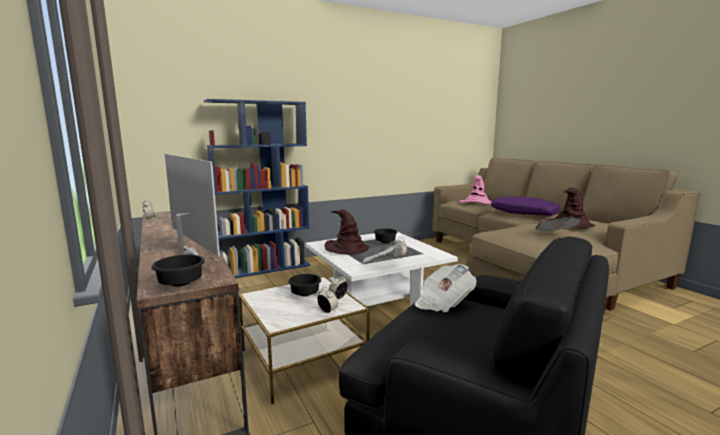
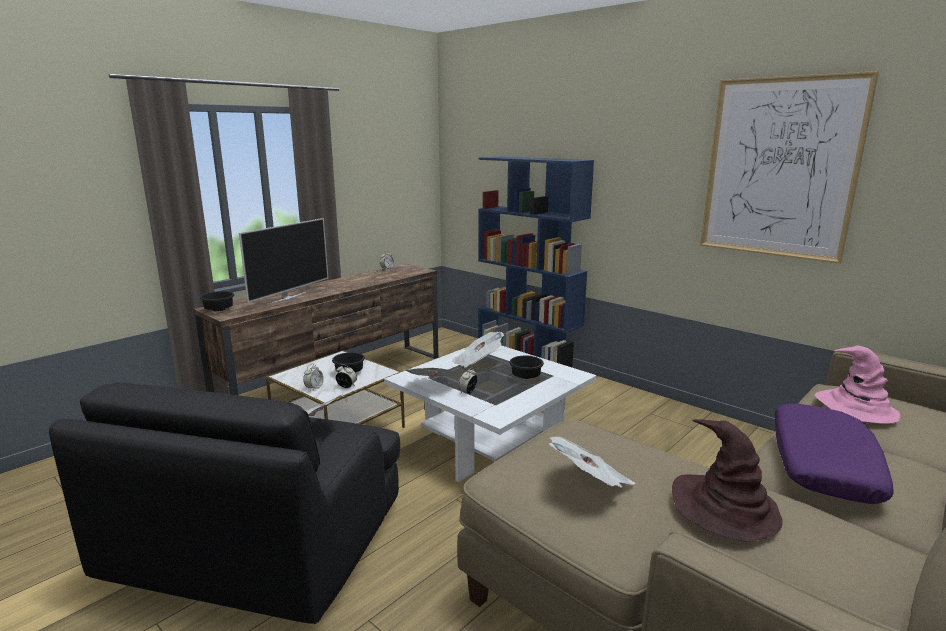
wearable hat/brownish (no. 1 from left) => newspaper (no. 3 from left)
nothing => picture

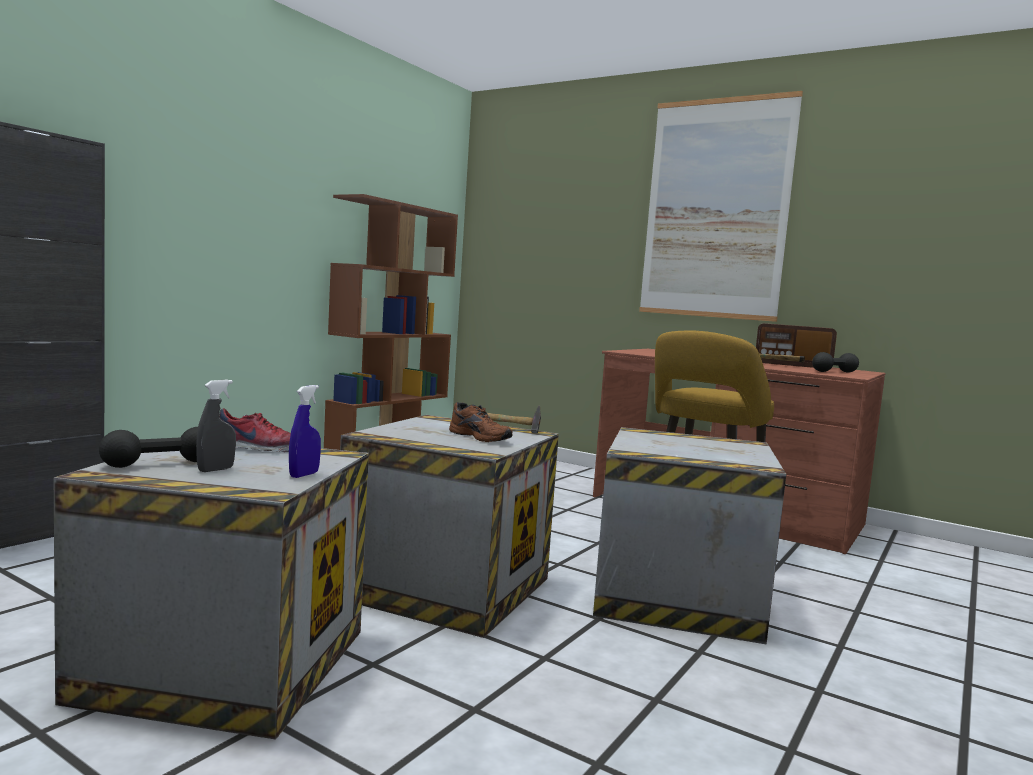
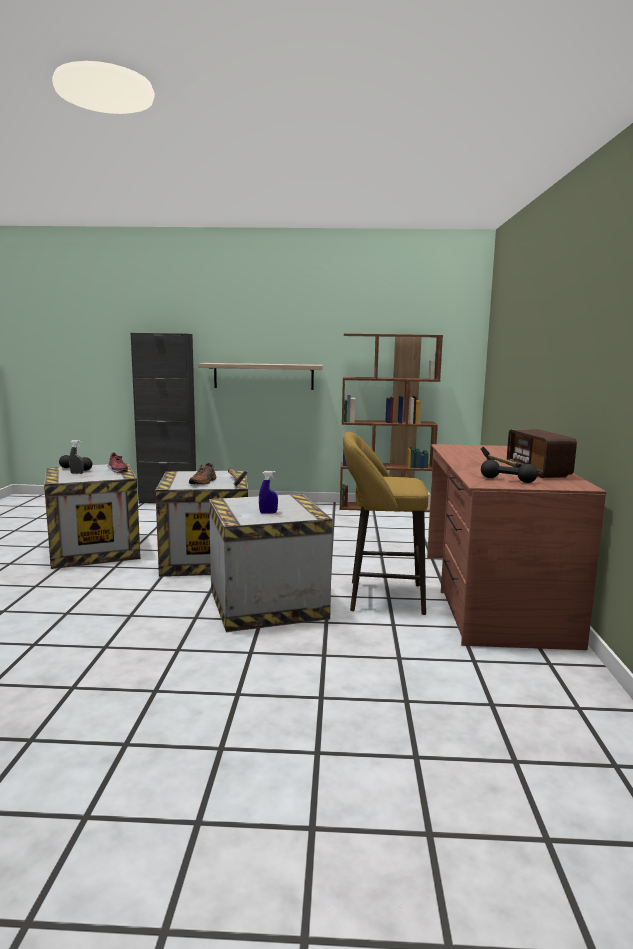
hand sprayer/blue-coloured, relocated
picture => nothing
nothing => wall shelf

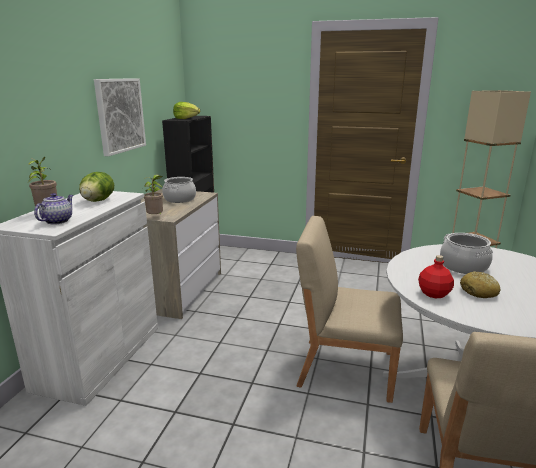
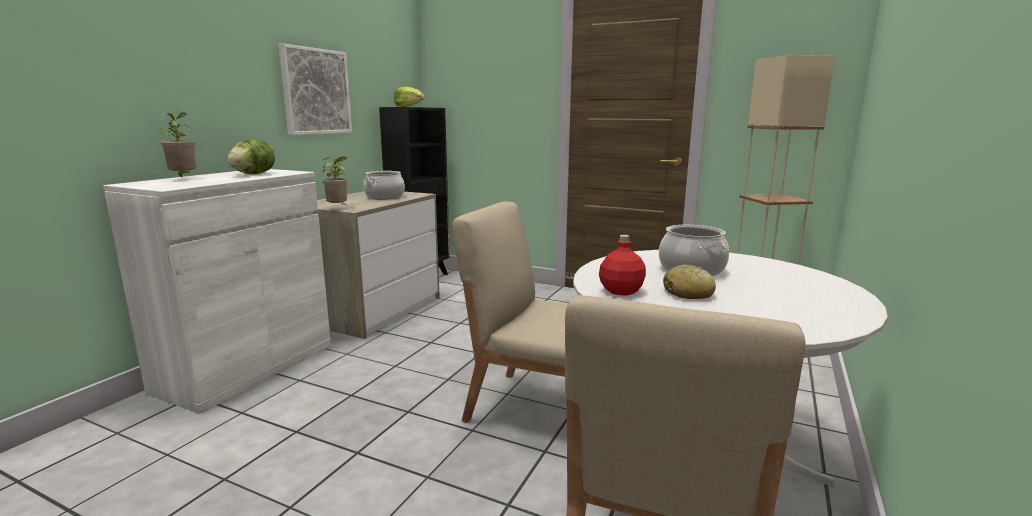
pot for tea => nothing

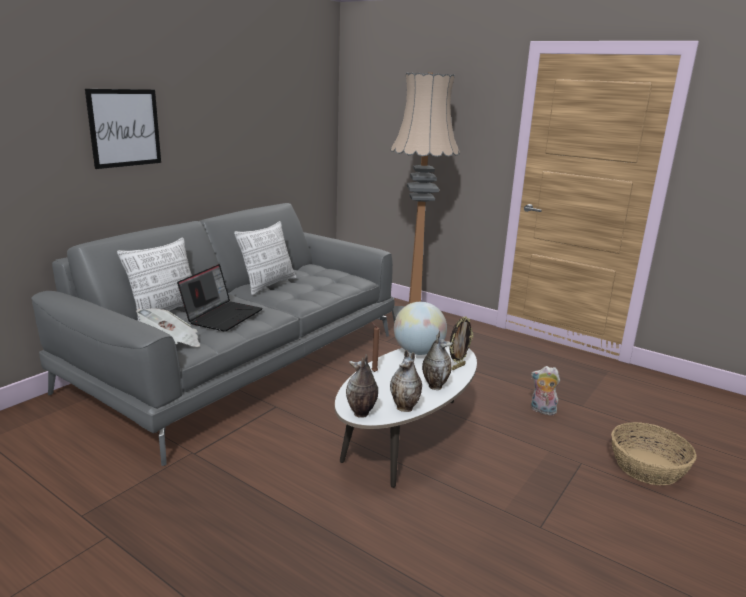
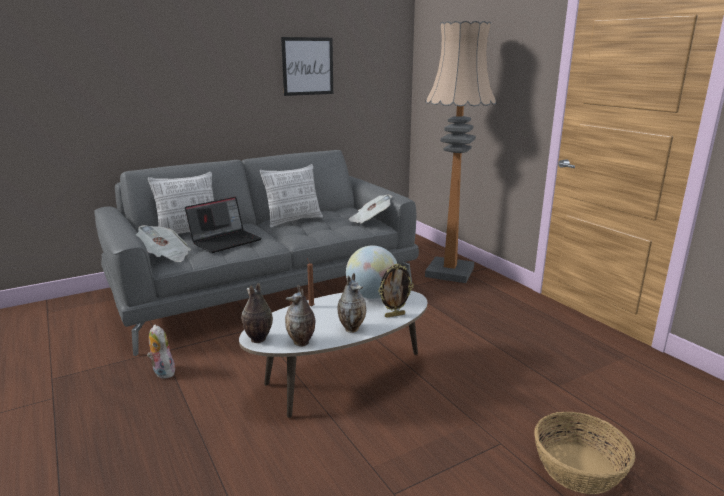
picture, relocated
soft toy, relocated
nothing => newspaper (no. 2 from left)

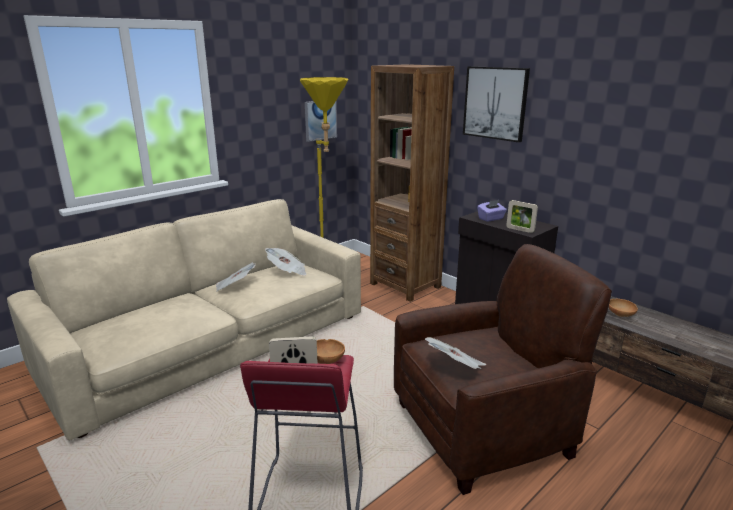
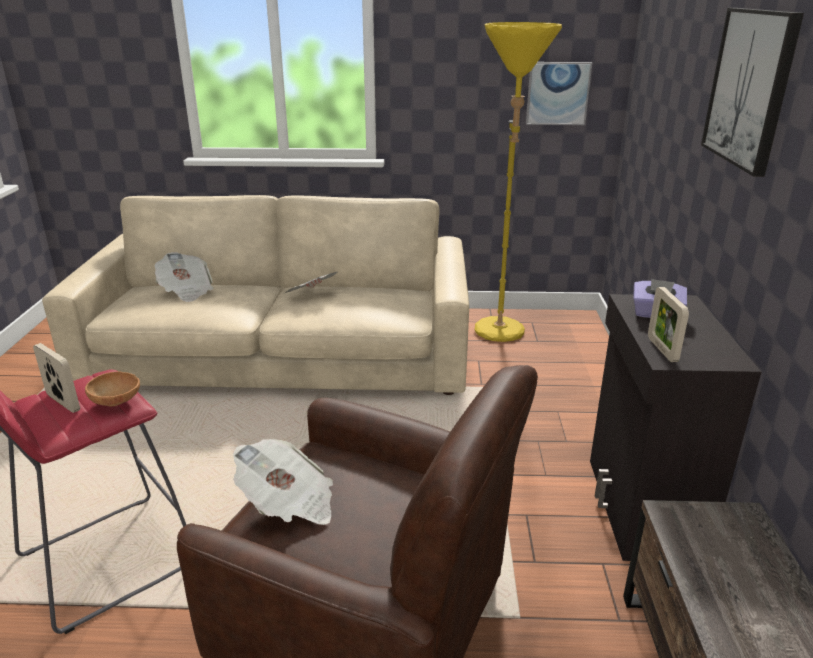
newspaper (no. 2 from left in the first image) => newspaper (no. 1 from left), relocated
bookshelf/brownish => nothing
deep dish/brownish (no. 2 from left) => nothing

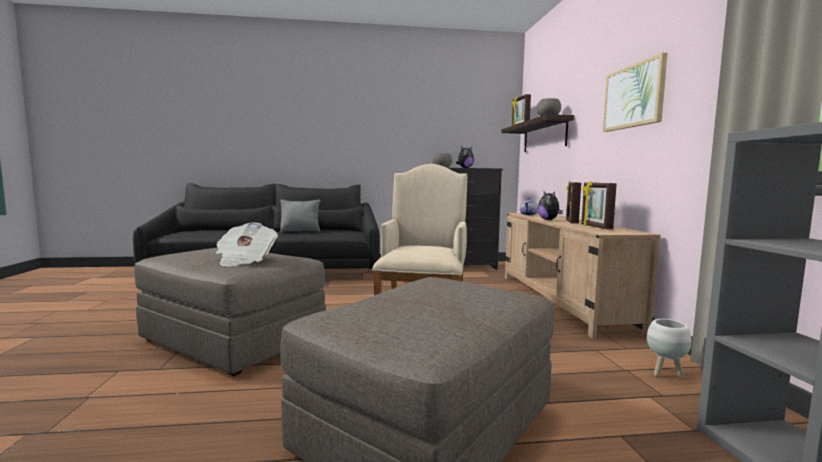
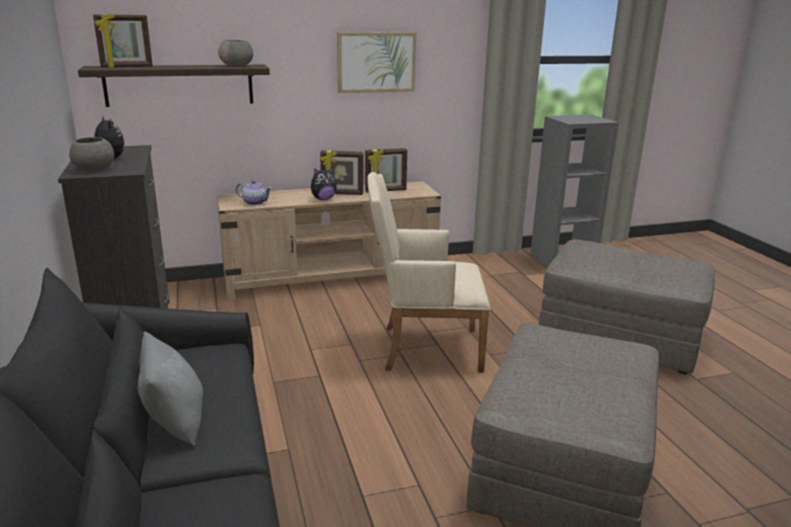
newspaper => nothing
plant pot/white => nothing

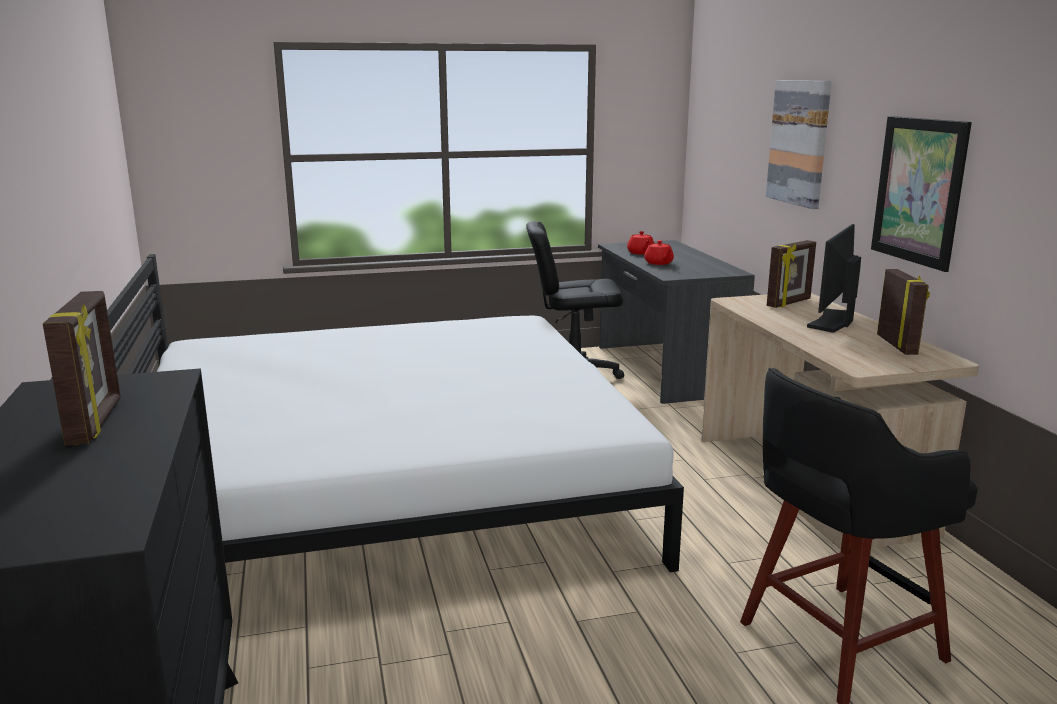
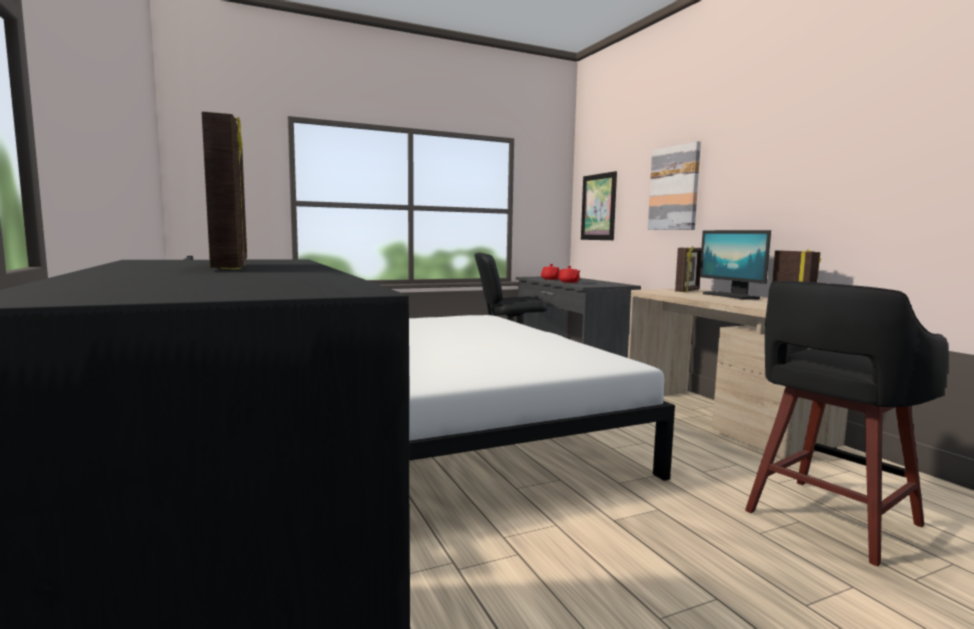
computer display, 45 degrees counterclockwise
picture (no. 2 from left in the first image) => picture (no. 1 from left), relocated

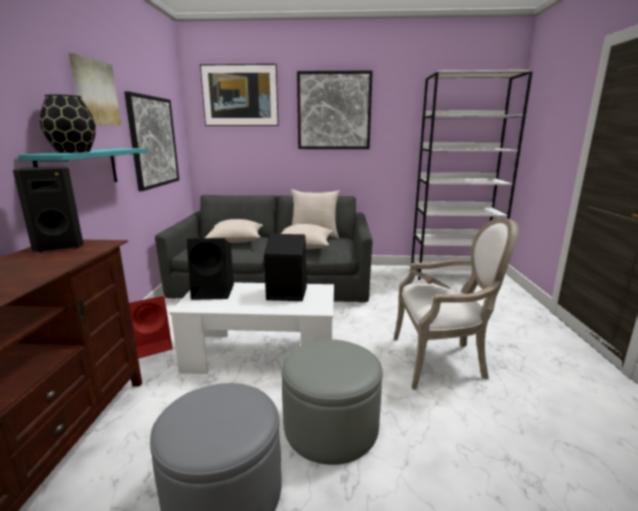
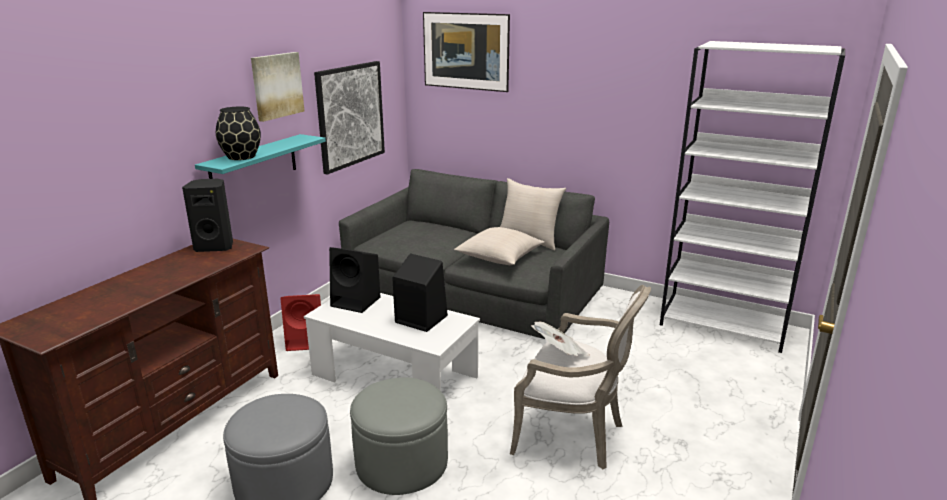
pillow/beige-coloured (no. 1 from left) => nothing
picture (no. 4 from left) => nothing

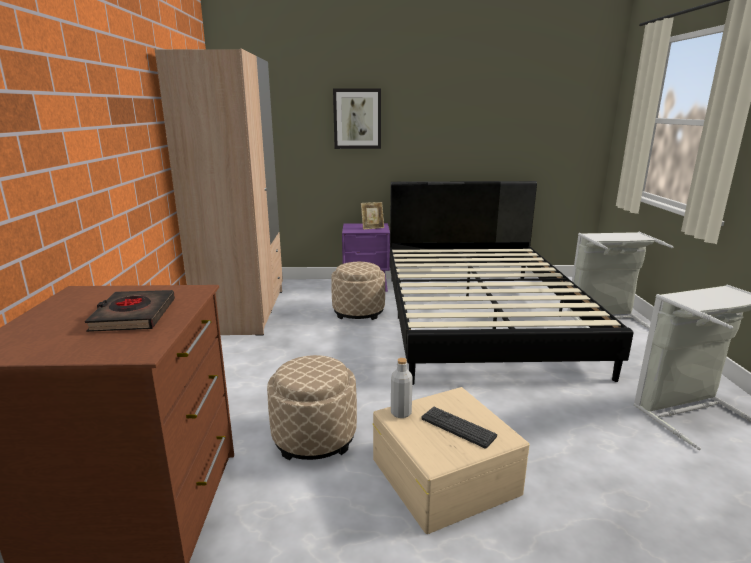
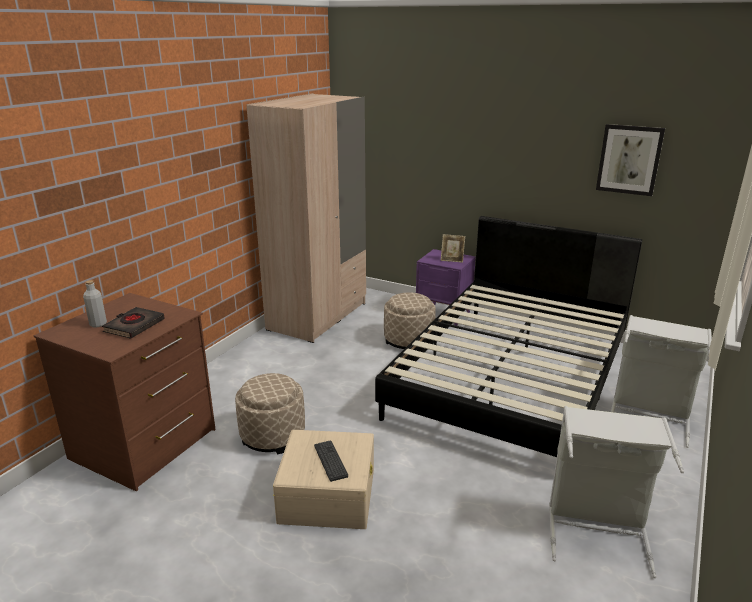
picture, relocated
drink bottle/gray, relocated

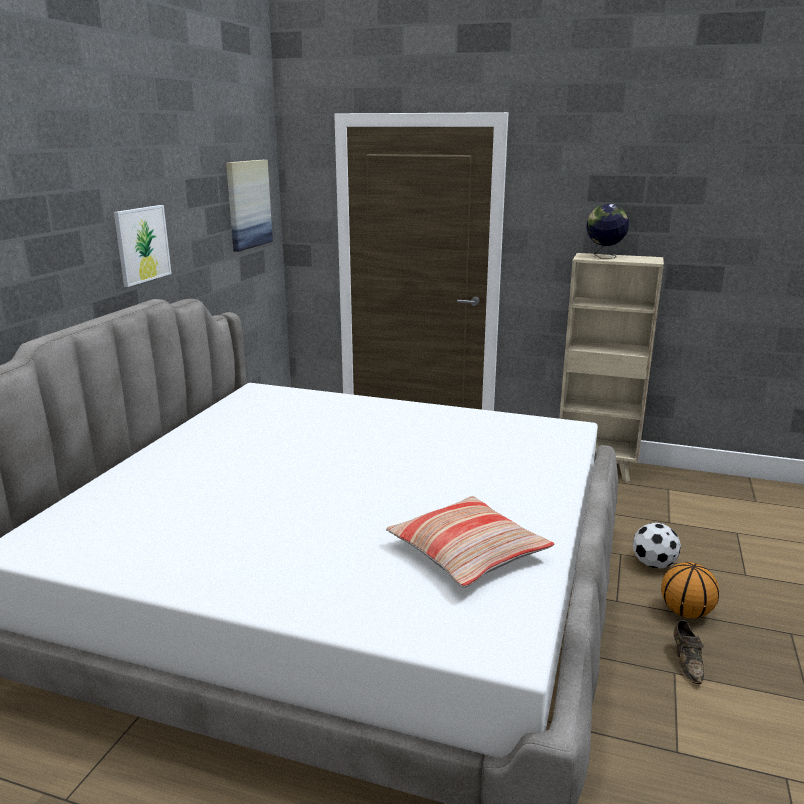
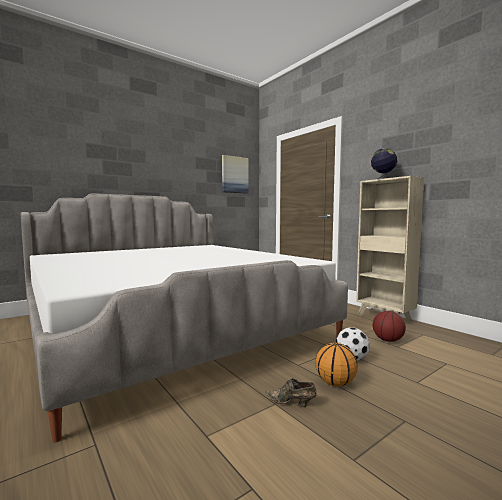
picture (no. 1 from left) => nothing
pillow => nothing
low shoe/brownish, 75 degrees clockwise
nothing => basketball ball (no. 2 from left)

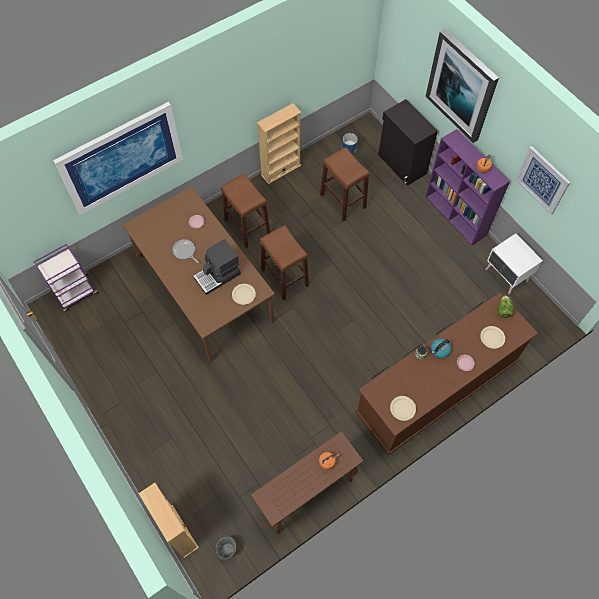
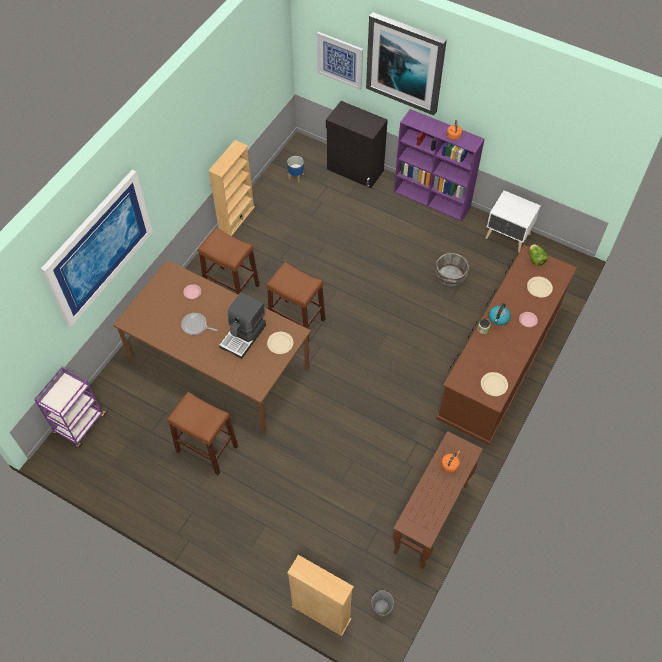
stool seat/brownish (no. 3 from left in the first image) => stool seat/brownish (no. 1 from left), relocated
picture (no. 3 from left in the first image) => picture (no. 2 from left), relocated
nothing => water bucket/gray (no. 2 from left)

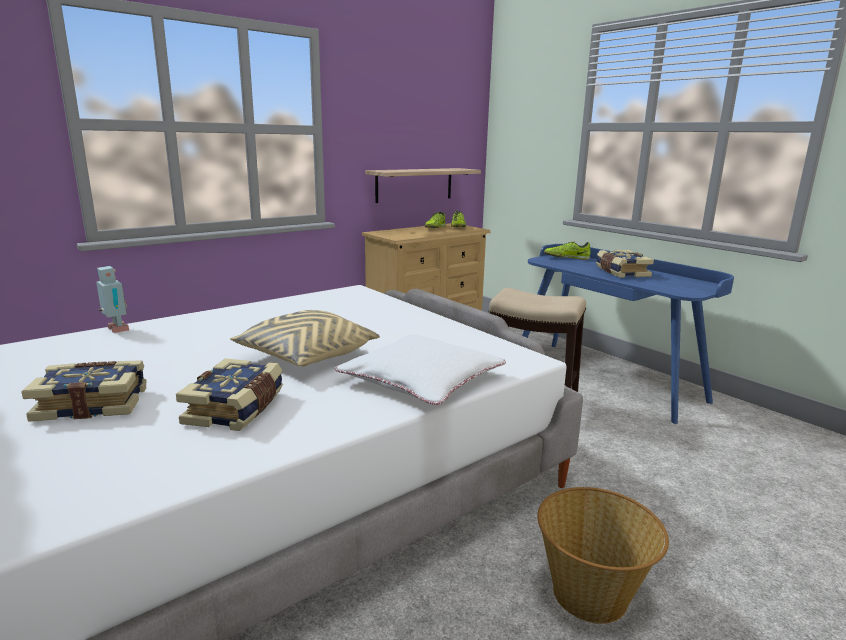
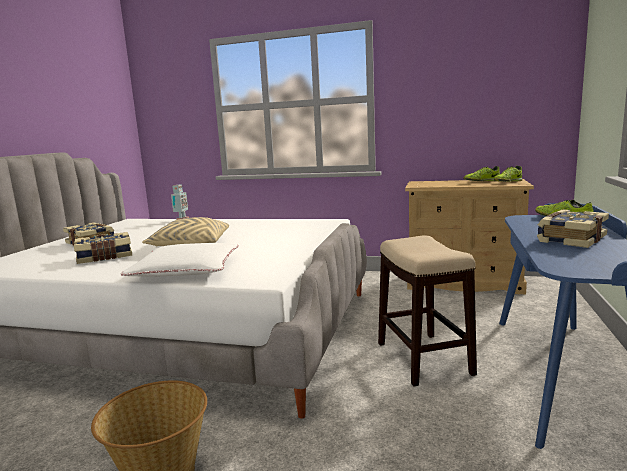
wall shelf => nothing

